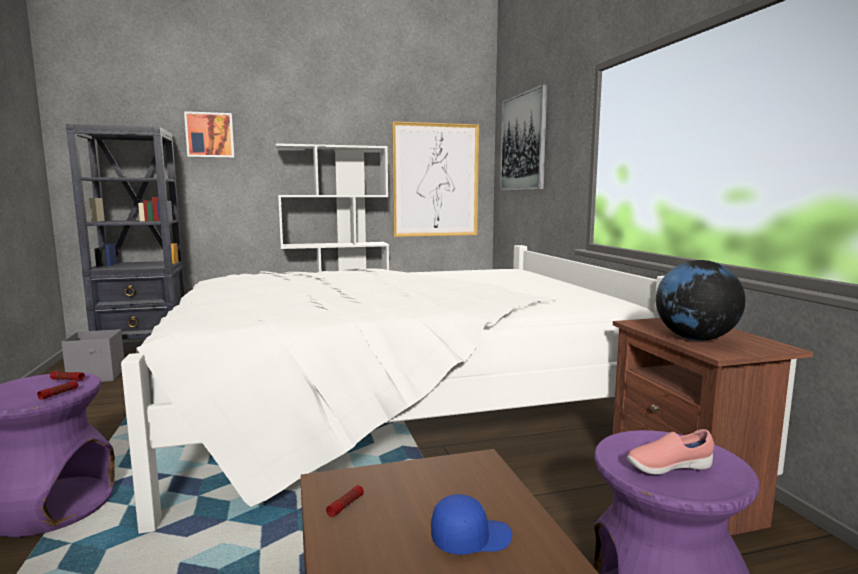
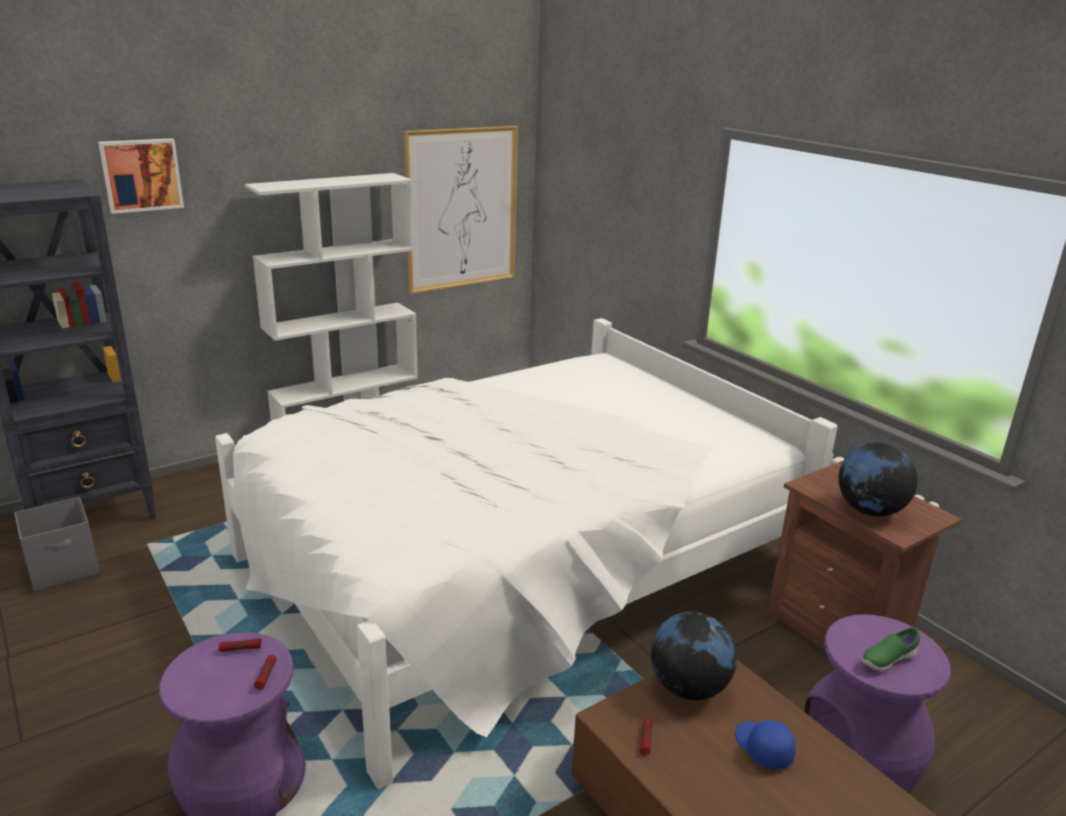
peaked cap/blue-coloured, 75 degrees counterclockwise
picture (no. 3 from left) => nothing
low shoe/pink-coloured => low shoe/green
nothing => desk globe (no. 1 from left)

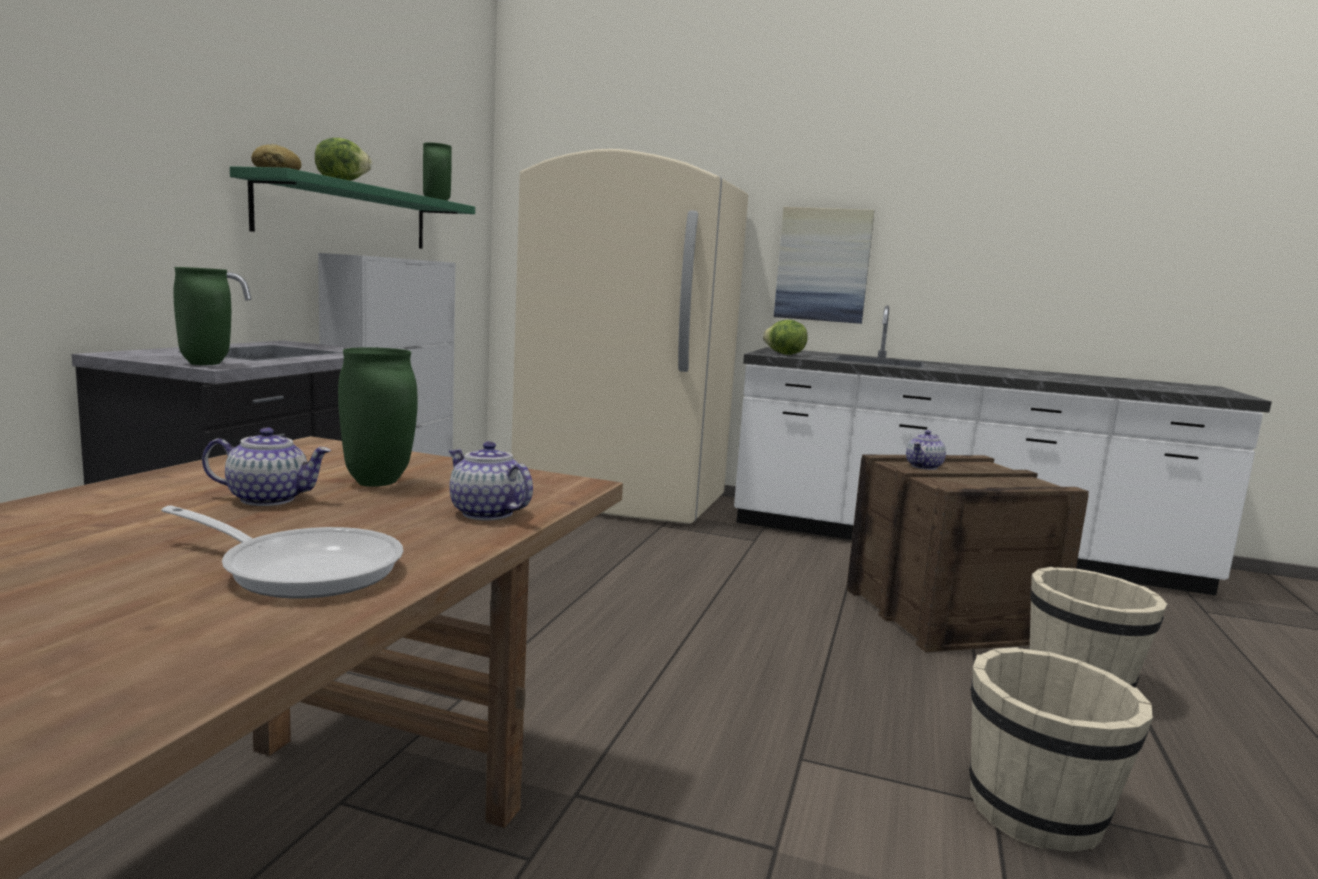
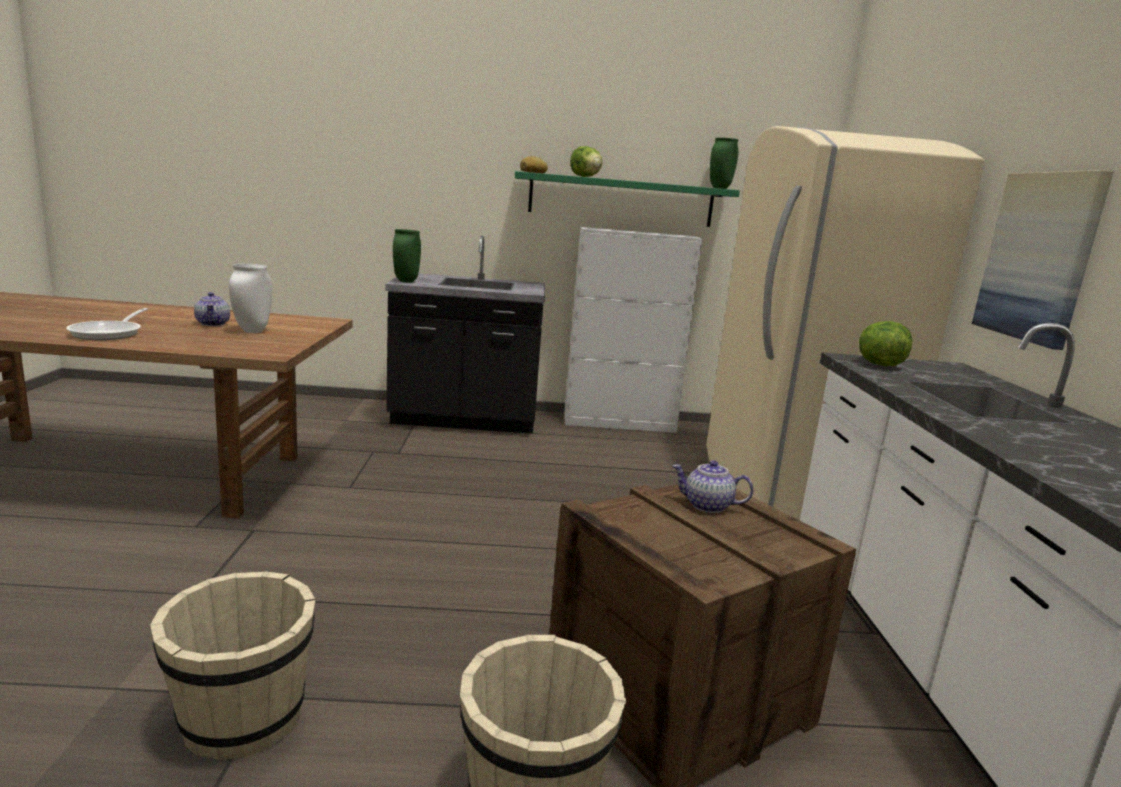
decorative vase/green (no. 2 from left) => decorative vase/white
pot for tea (no. 2 from left) => nothing

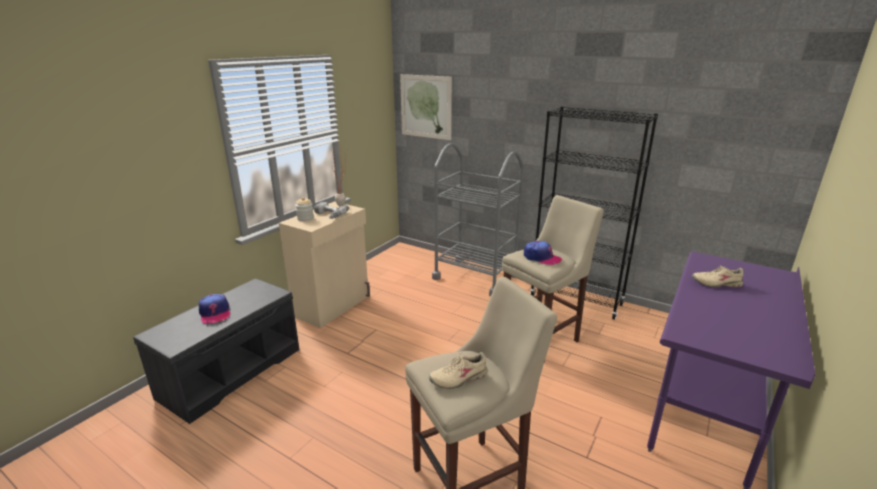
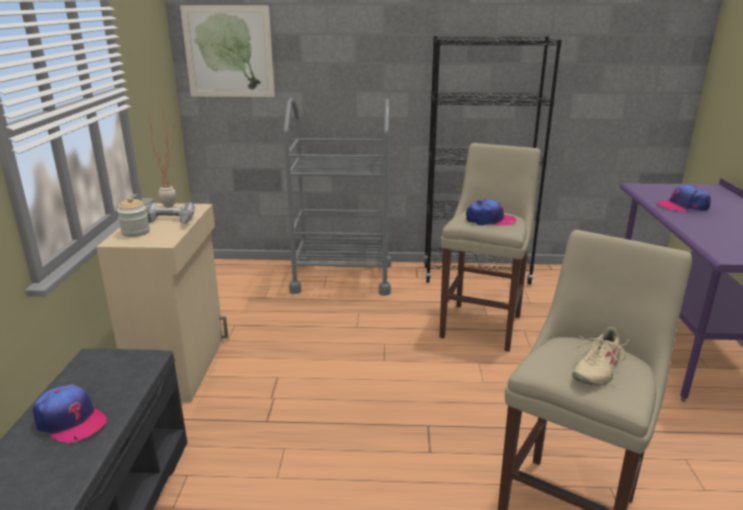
low shoe/beige-coloured (no. 2 from left) => peaked cap (no. 3 from left)

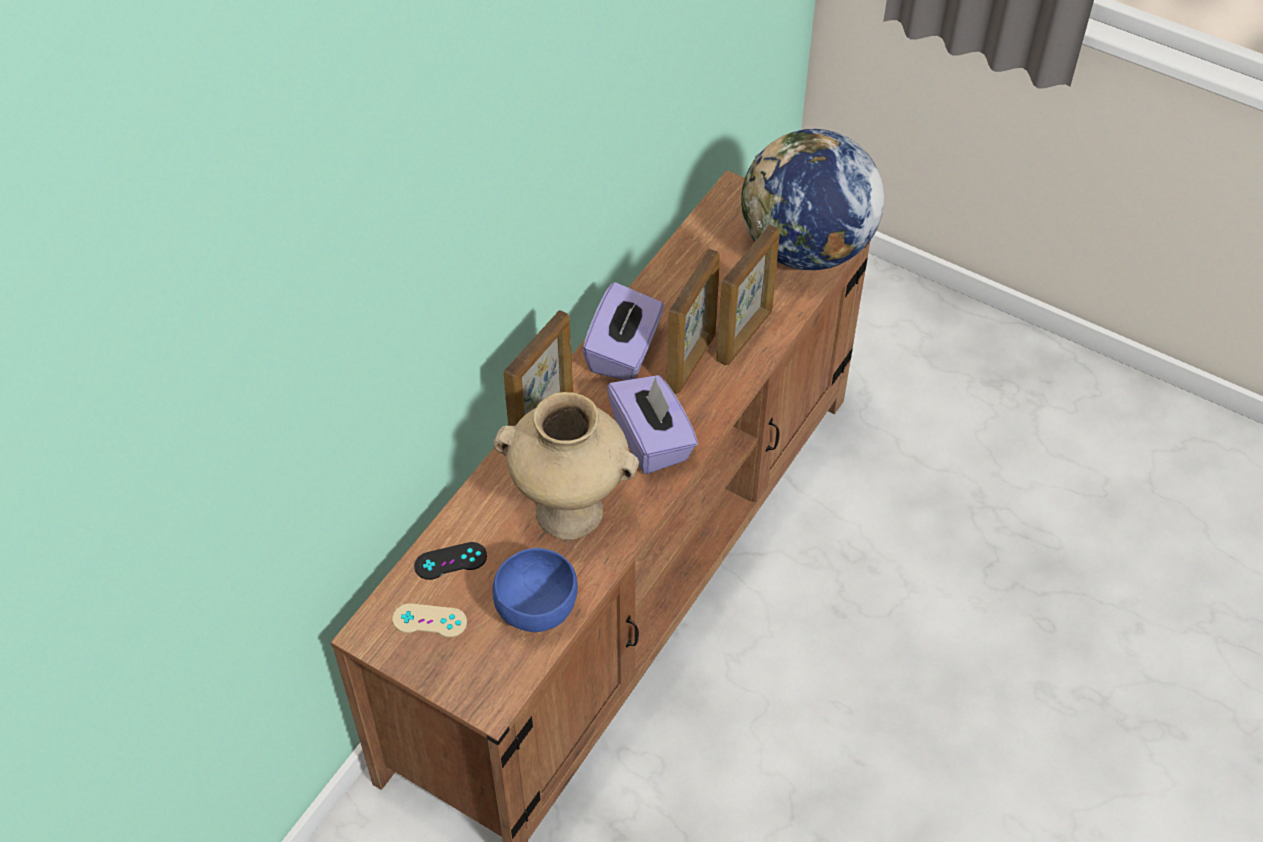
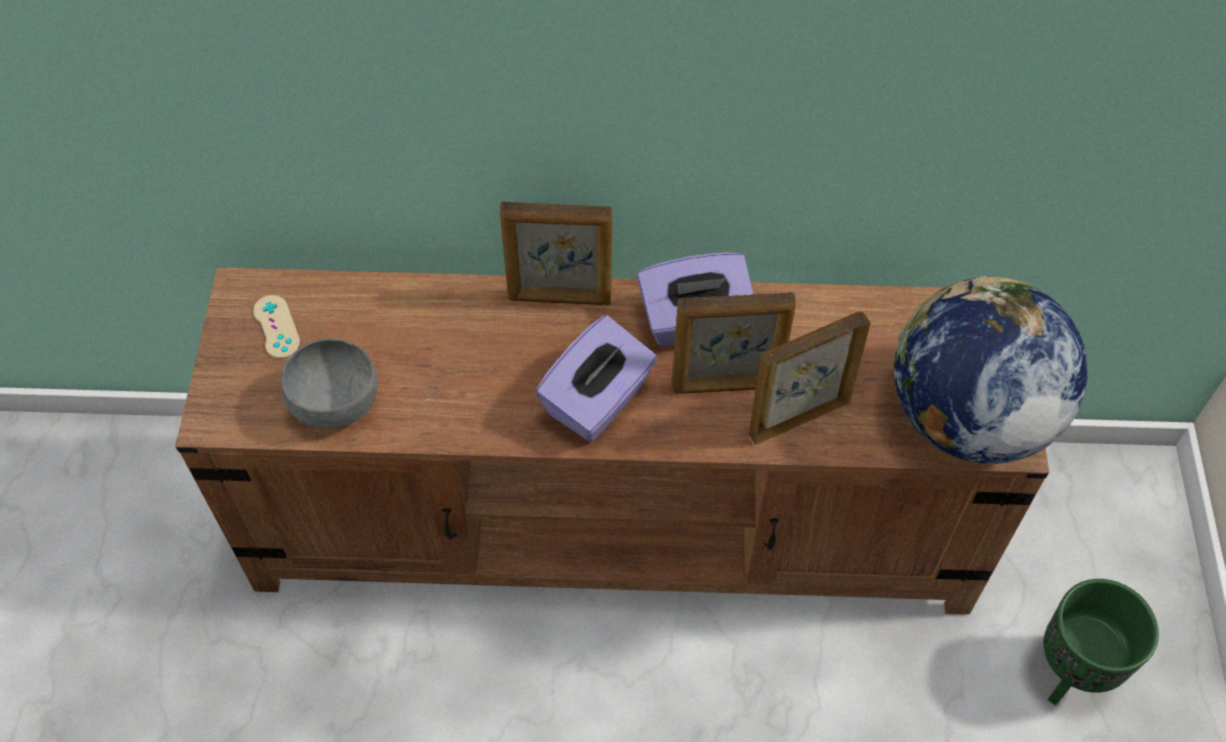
gamepad/black => nothing
decorative vase/beige-coloured => nothing
deep dish/blue-coloured => deep dish/gray
photo frame (no. 3 from left), 150 degrees clockwise
nothing => plant pot/green

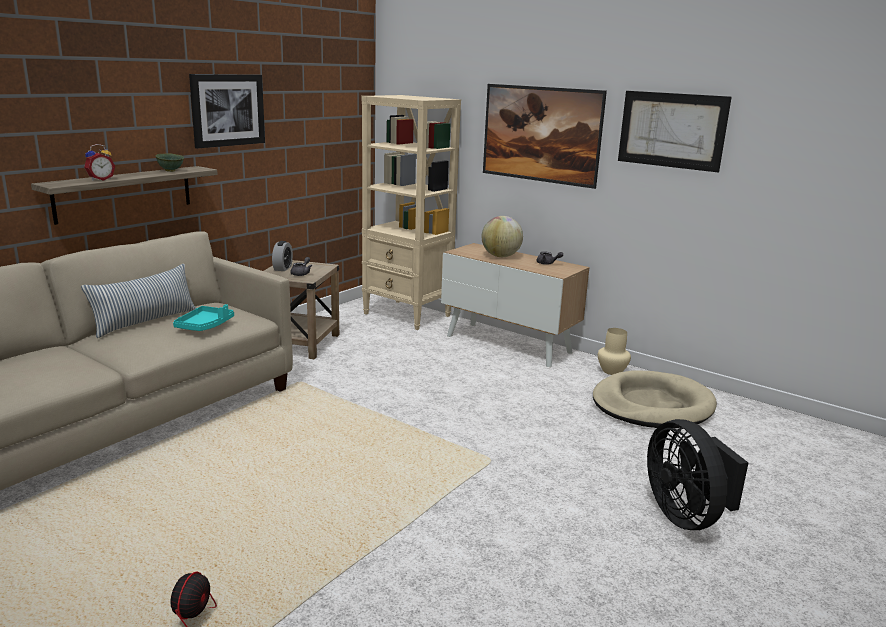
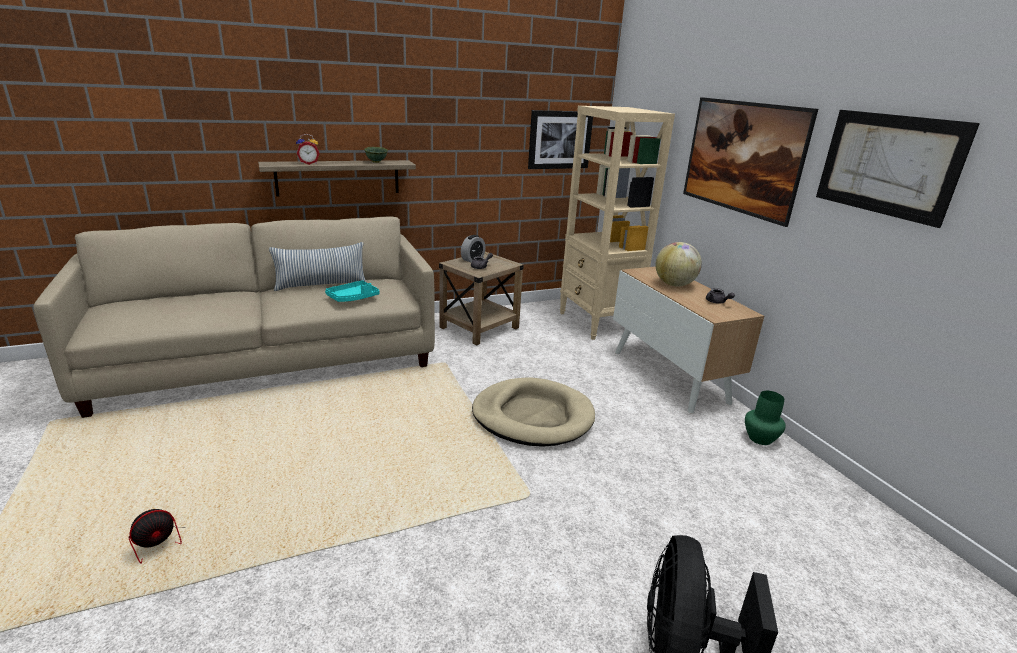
picture (no. 1 from left), relocated
dog bed/beige-coloured, relocated
decorative vase/beige-coloured => decorative vase/green

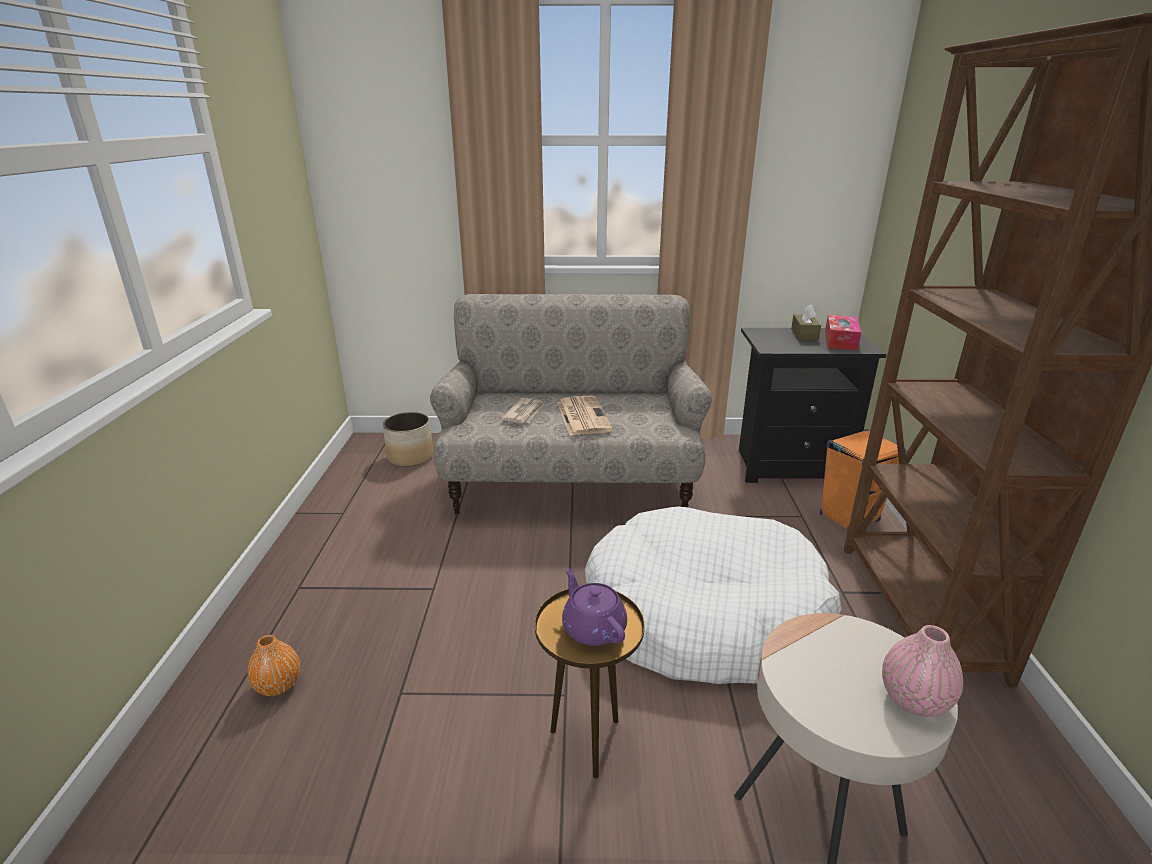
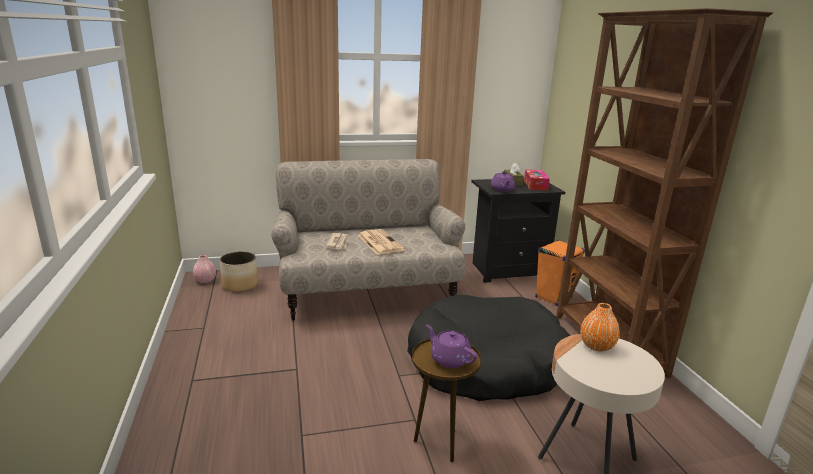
decorative vase/orange-coloured, relocated
dog bed/white => dog bed/black
decorative vase/pink-coloured, relocated
nothing => pot for tea/purple (no. 2 from left)

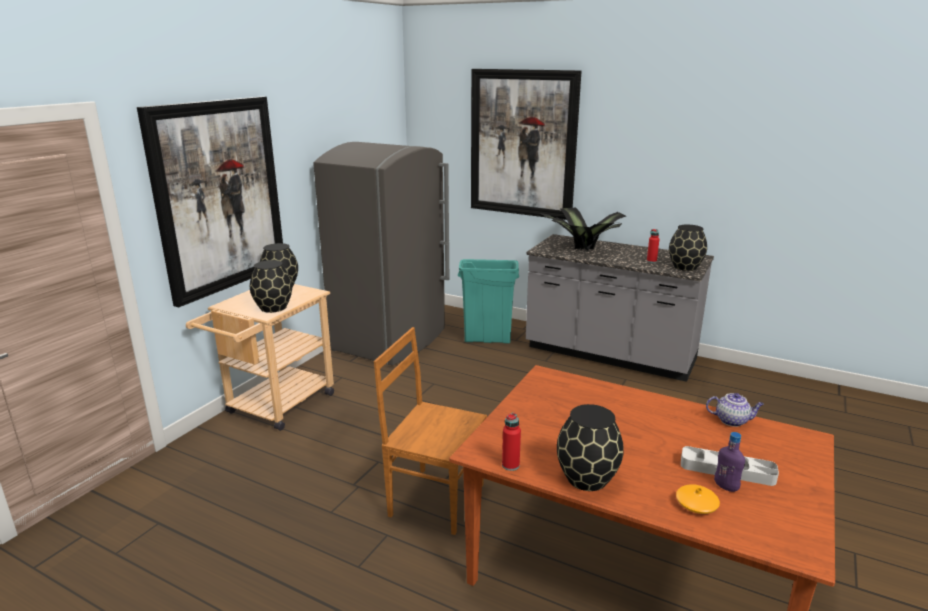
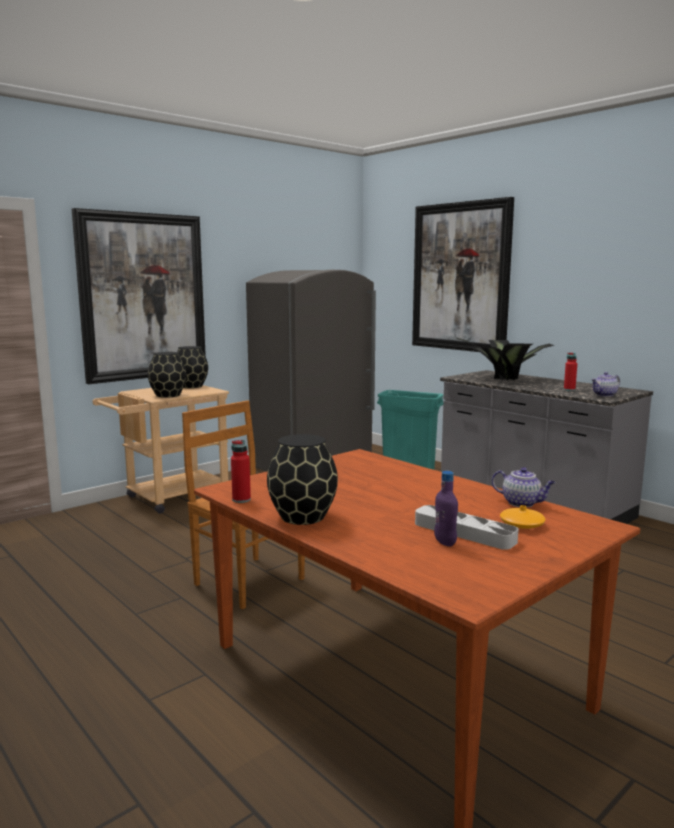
decorative vase/black (no. 4 from left) => pot for tea (no. 2 from left)
decorative vase/orange-coloured, relocated

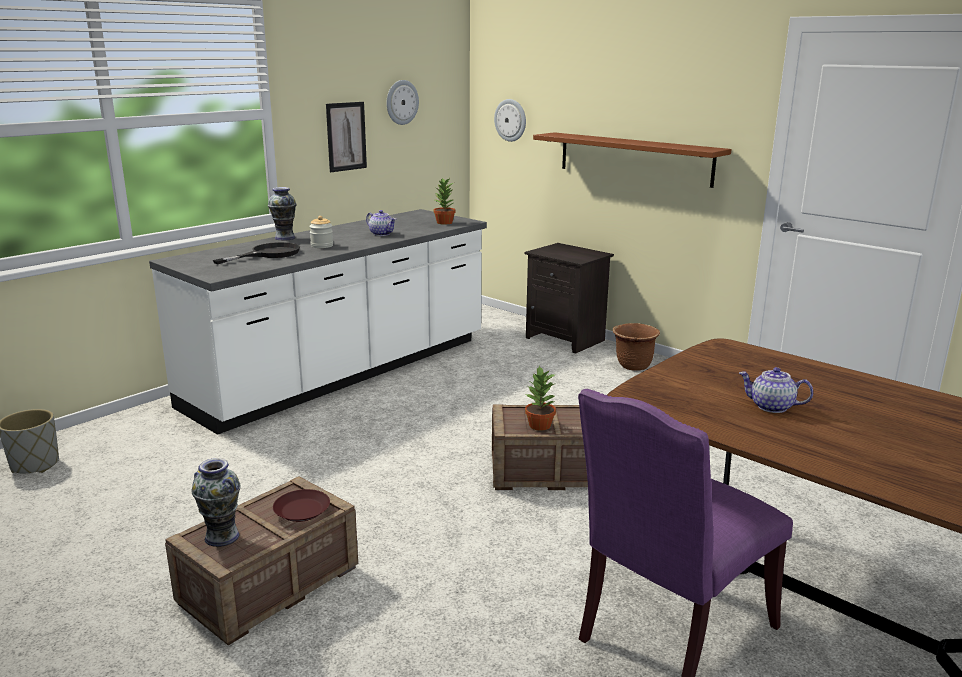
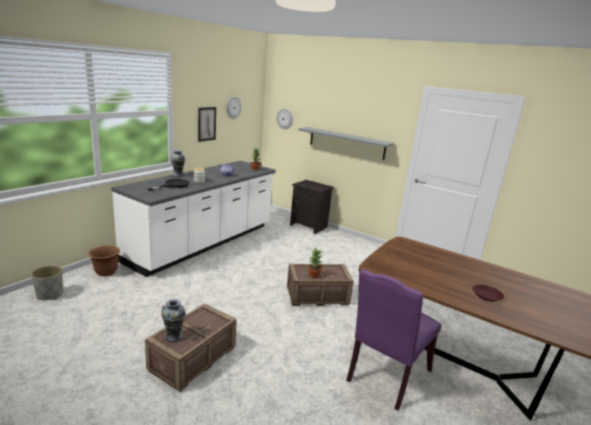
dinner plate/brownish, relocated
wall shelf/brownish => wall shelf/gray
plant pot/brownish, relocated
pot for tea (no. 2 from left) => nothing

